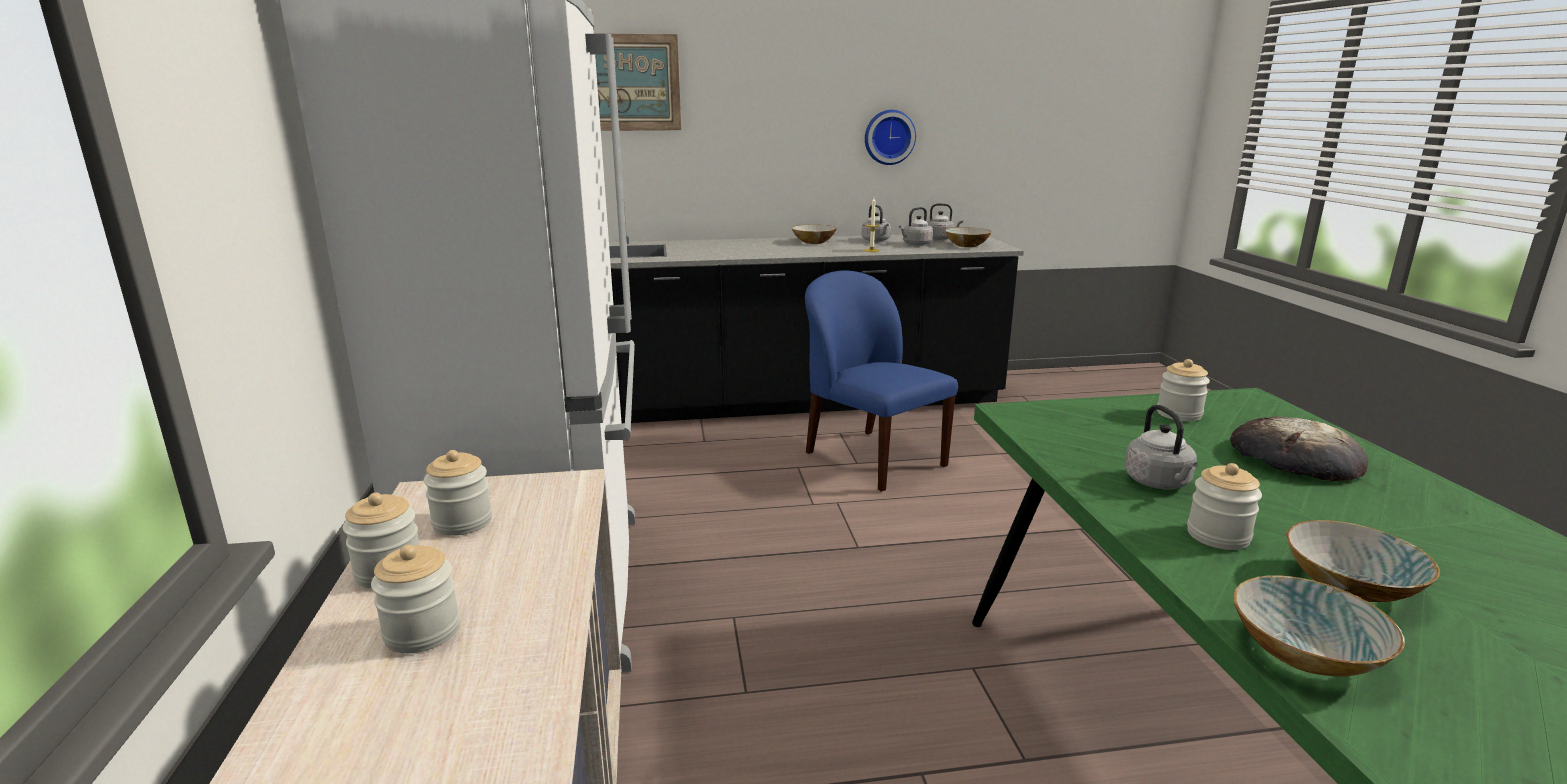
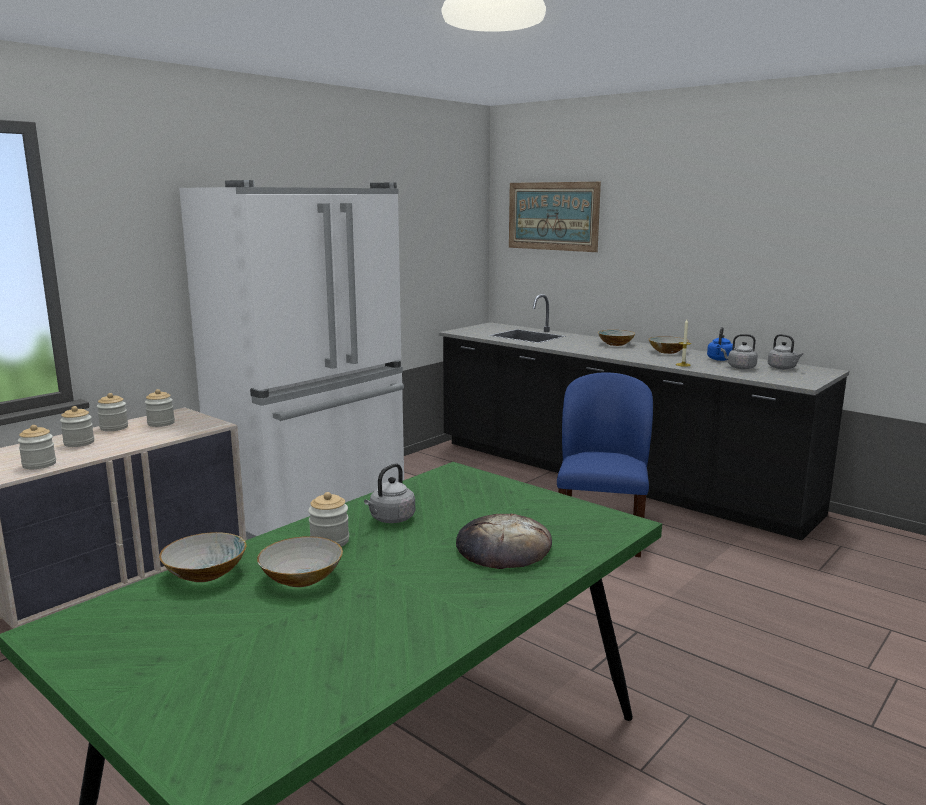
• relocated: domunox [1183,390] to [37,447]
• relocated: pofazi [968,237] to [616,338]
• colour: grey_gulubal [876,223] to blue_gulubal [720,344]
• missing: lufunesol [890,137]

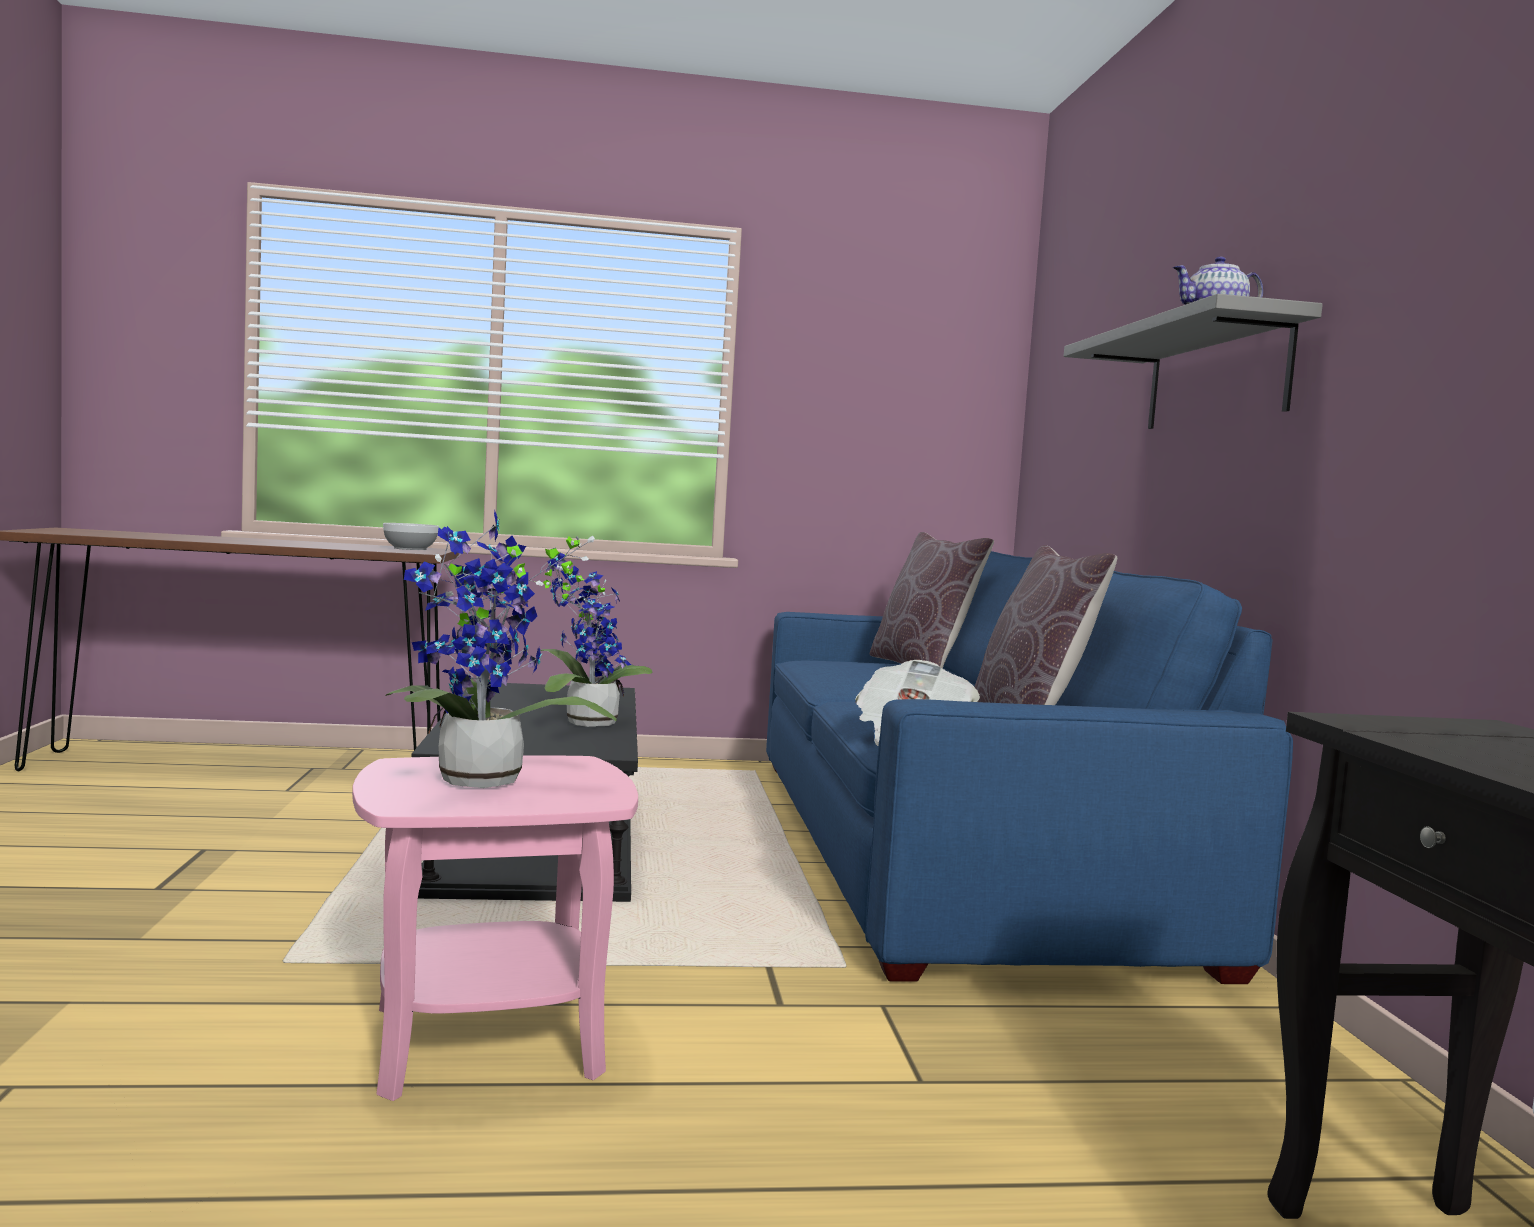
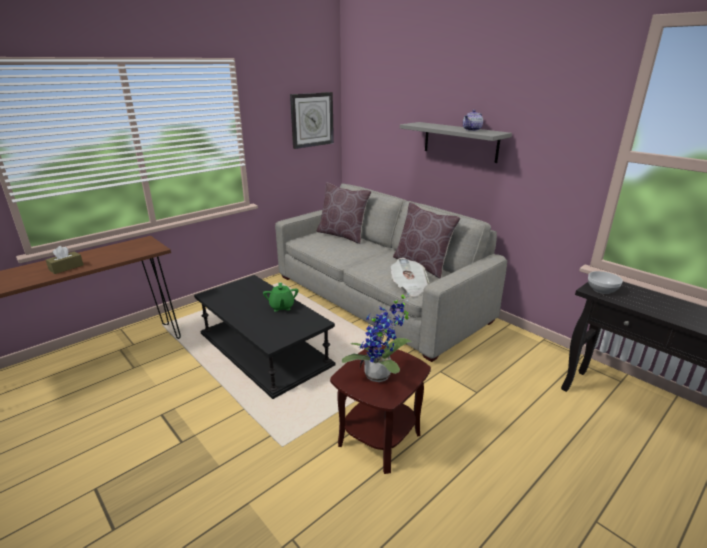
• appeared: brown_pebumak [65,260]
• exchanged: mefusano [596,637] to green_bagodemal [281,297]
• colour: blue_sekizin [1029,767] to grey_sekizin [391,273]
• appeared: lufunesol [312,120]
• colour: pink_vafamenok [495,928] to brown_vafamenok [380,409]
• relocated: pofazi [411,536] to [605,282]

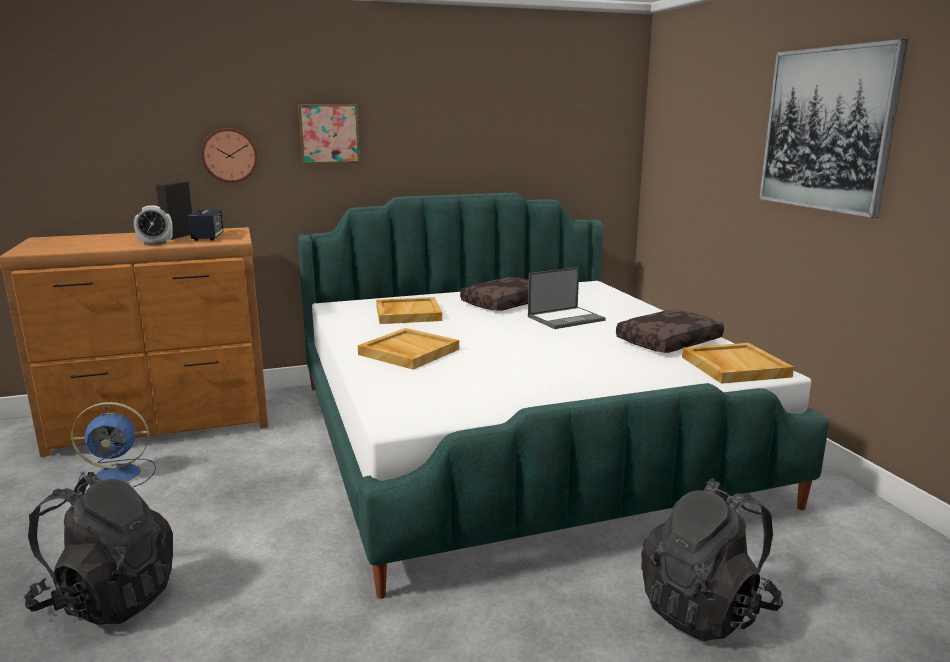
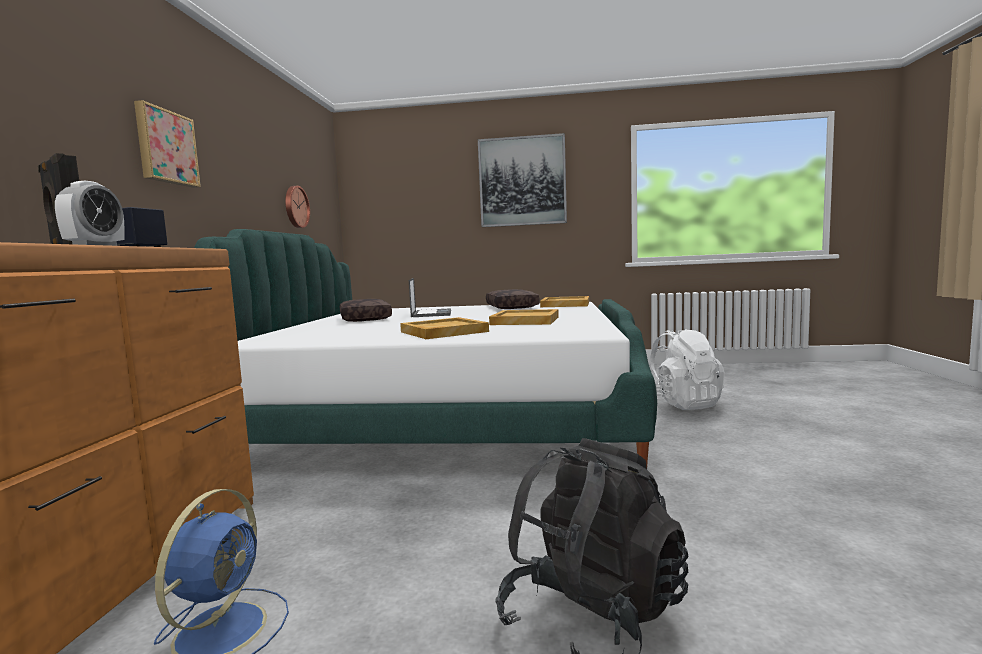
• relocated: lufunesol [229,155] to [297,207]
• relocated: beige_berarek [409,310] to [524,317]
• colour: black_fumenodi [712,560] to white_fumenodi [687,369]

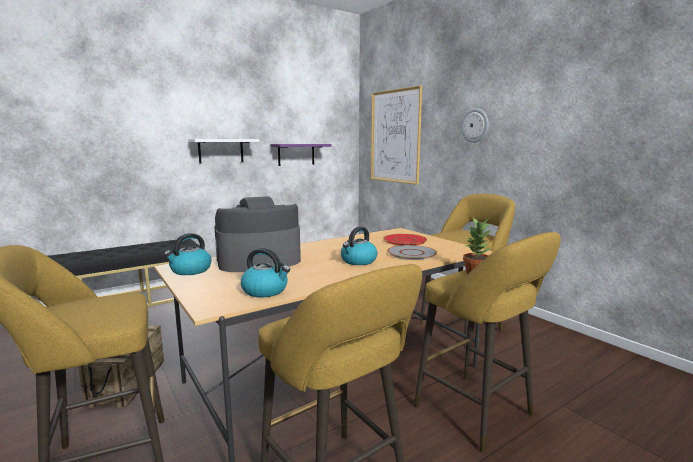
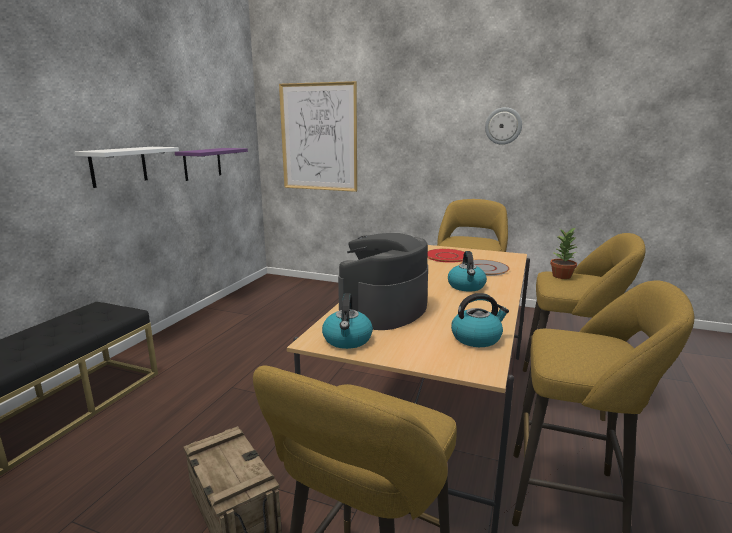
• relocated: lufunesol [474,125] to [503,126]

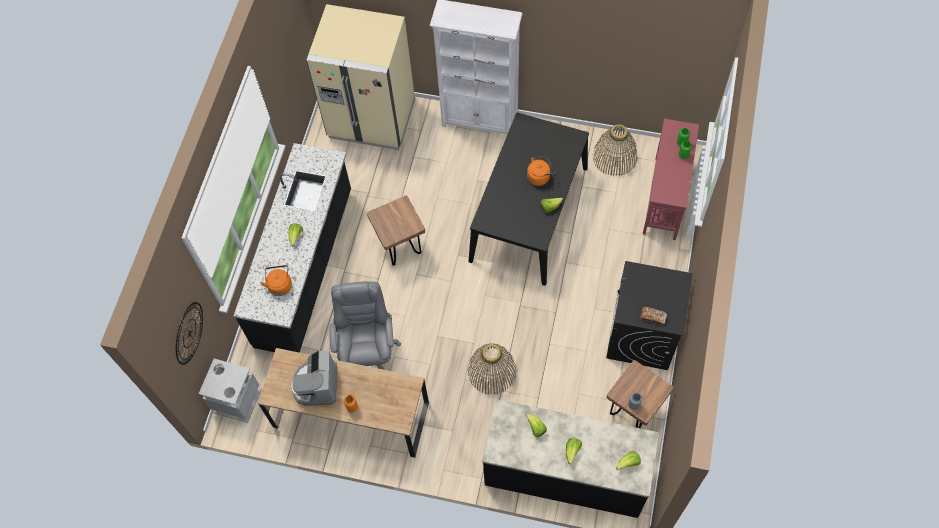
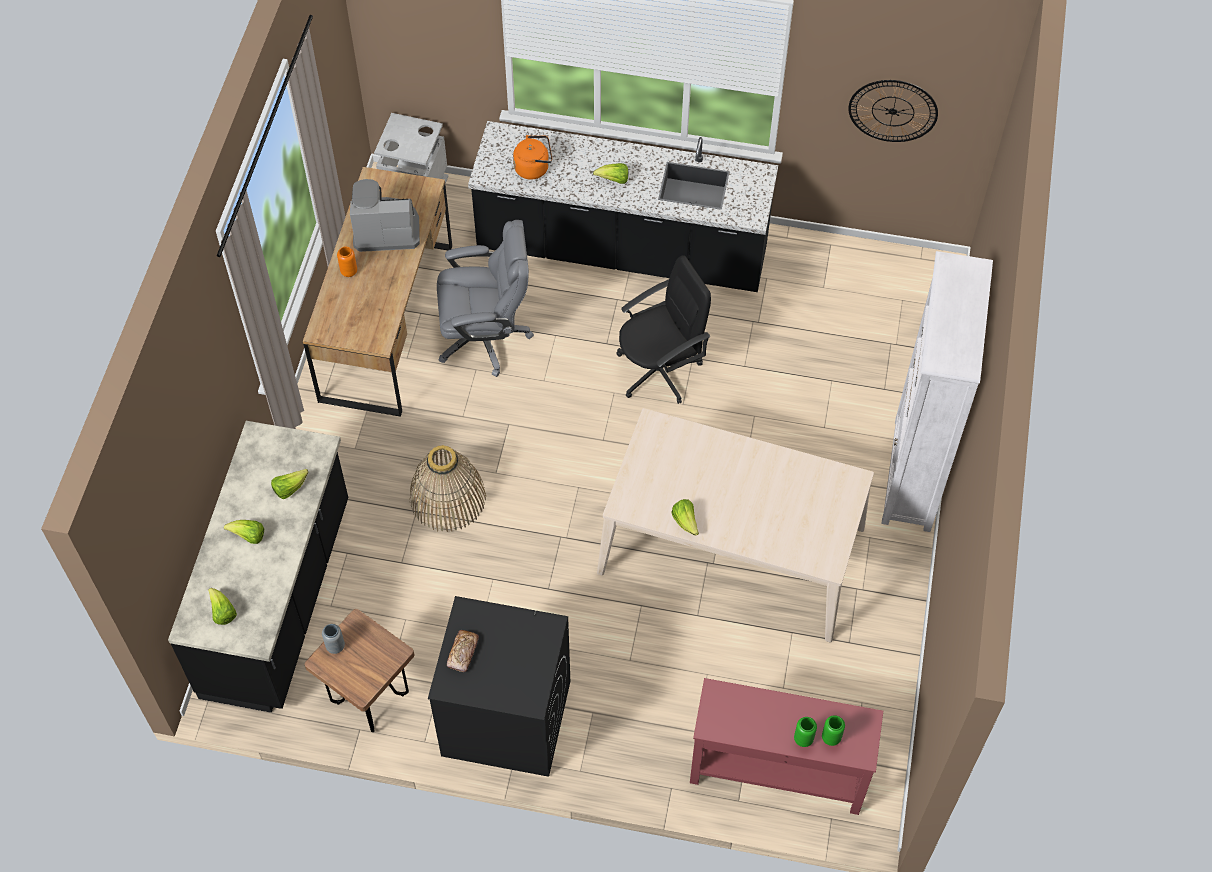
• colour: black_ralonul [528,199] to beige_ralonul [735,525]
• exchanged: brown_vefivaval [396,231] to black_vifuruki [663,329]
• relocated: lufunesol [189,333] to [893,111]
• missing: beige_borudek [360,77]
• missing: orange_gulubal [541,171]
• missing: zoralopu [615,150]

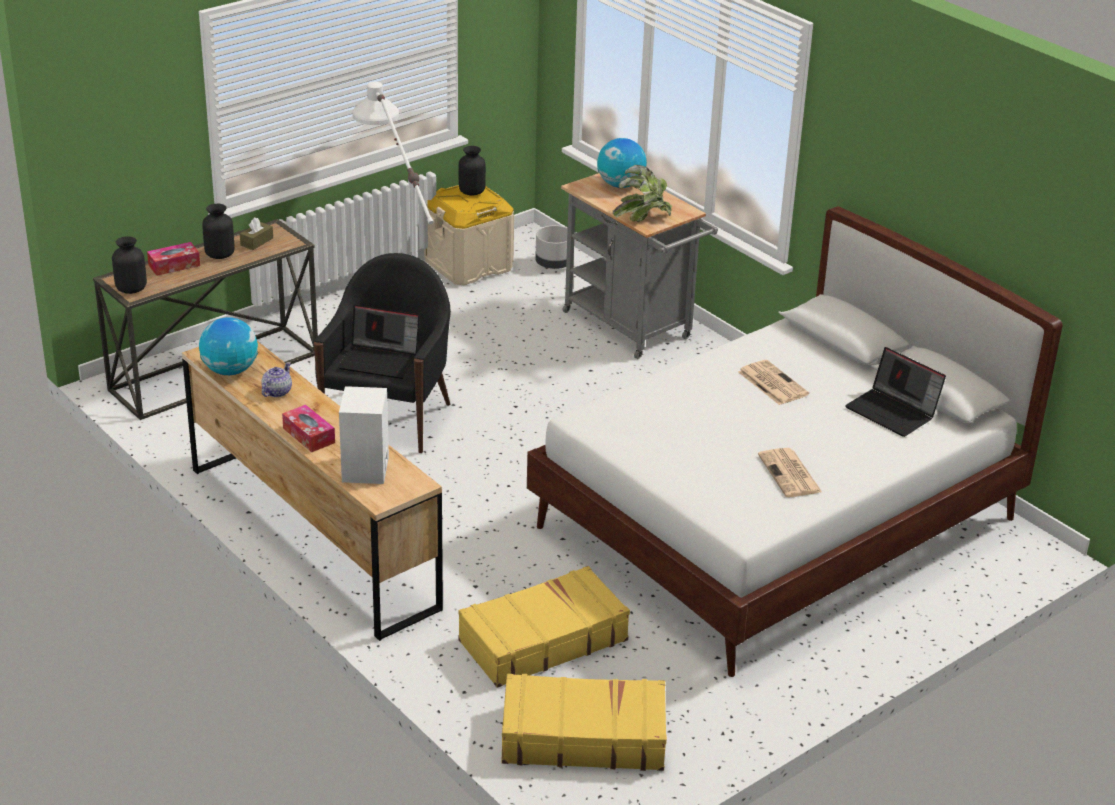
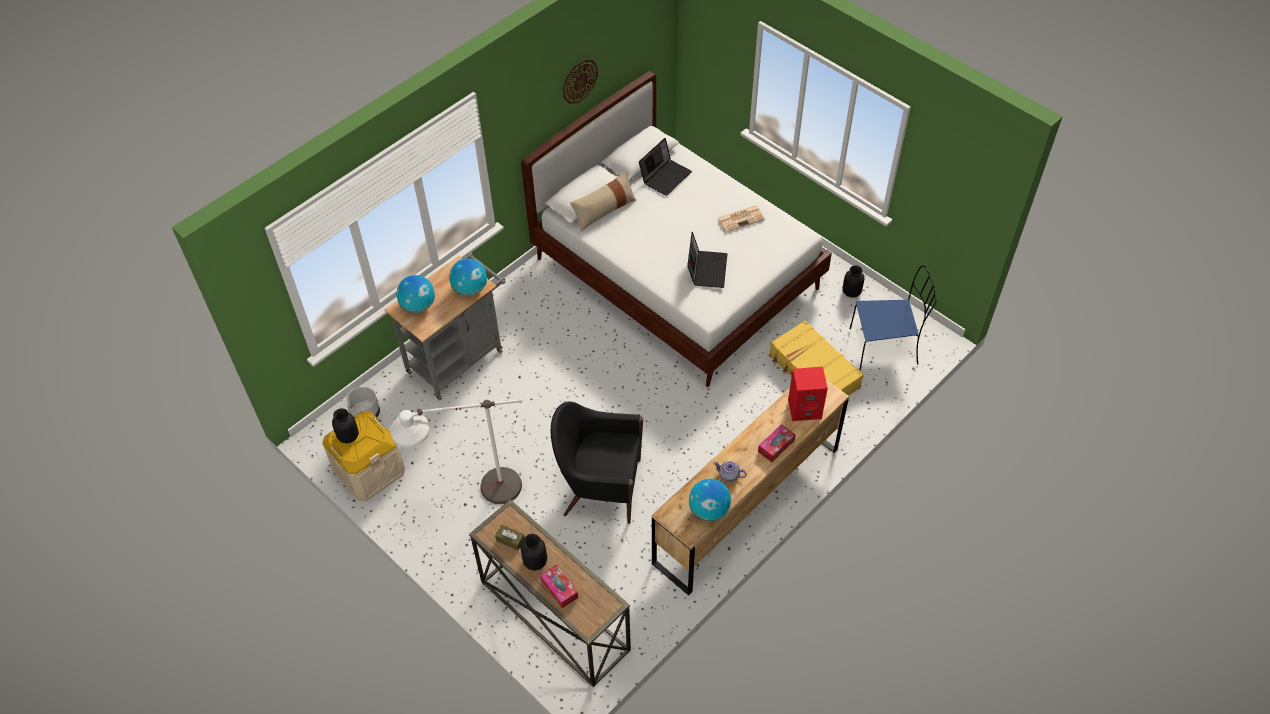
• exchanged: mefusano [642,193] to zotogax [468,277]
• appeared: lufunesol [580,81]
• appeared: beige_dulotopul [603,201]
• relocated: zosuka [379,342] to [707,260]
• colour: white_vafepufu [364,435] to red_vafepufu [808,393]
• relocated: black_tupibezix [129,265] to [853,281]
• exchanged: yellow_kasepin [584,722] to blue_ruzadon [893,318]
• missing: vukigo [773,382]

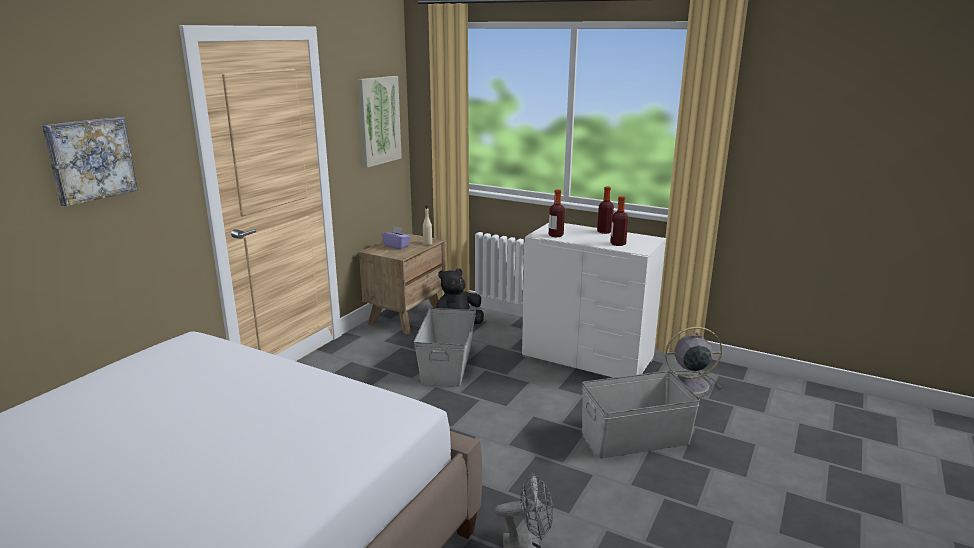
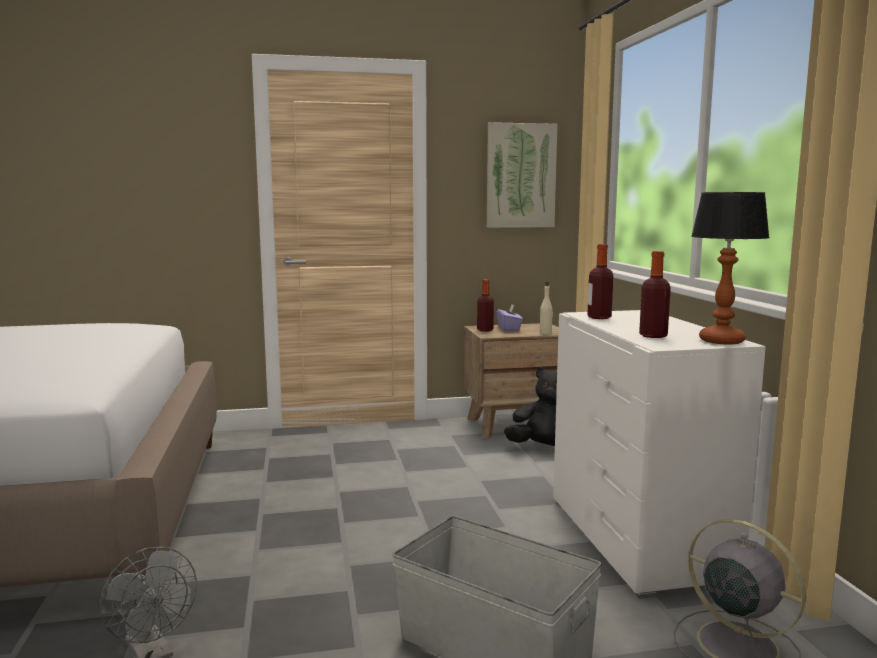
• relocated: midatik [605,210] to [485,305]
• appeared: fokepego [730,268]
• missing: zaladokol [90,161]
• missing: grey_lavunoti [445,347]

